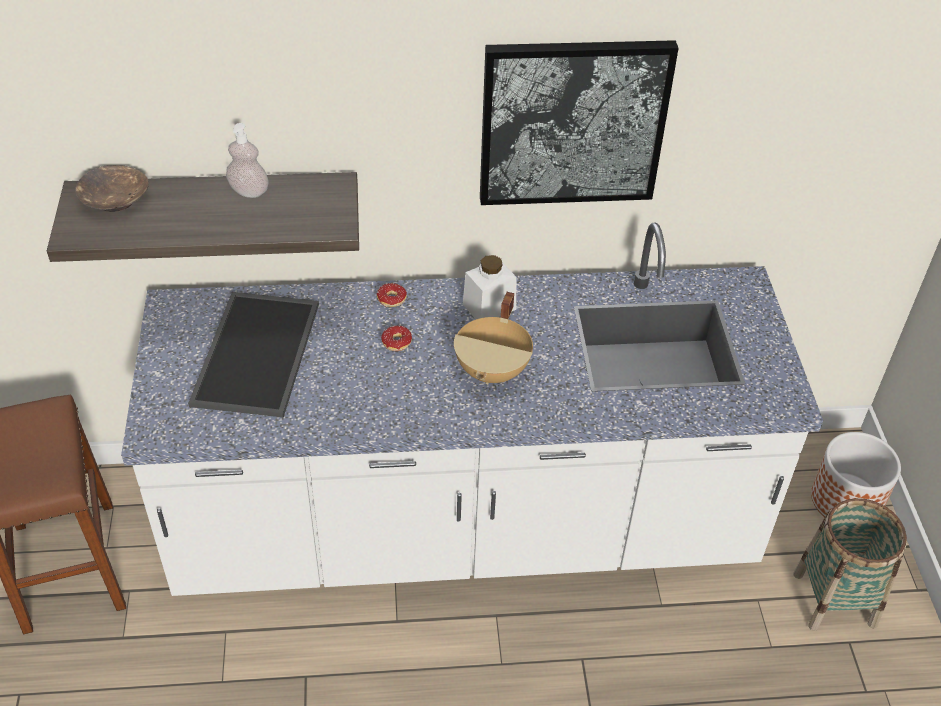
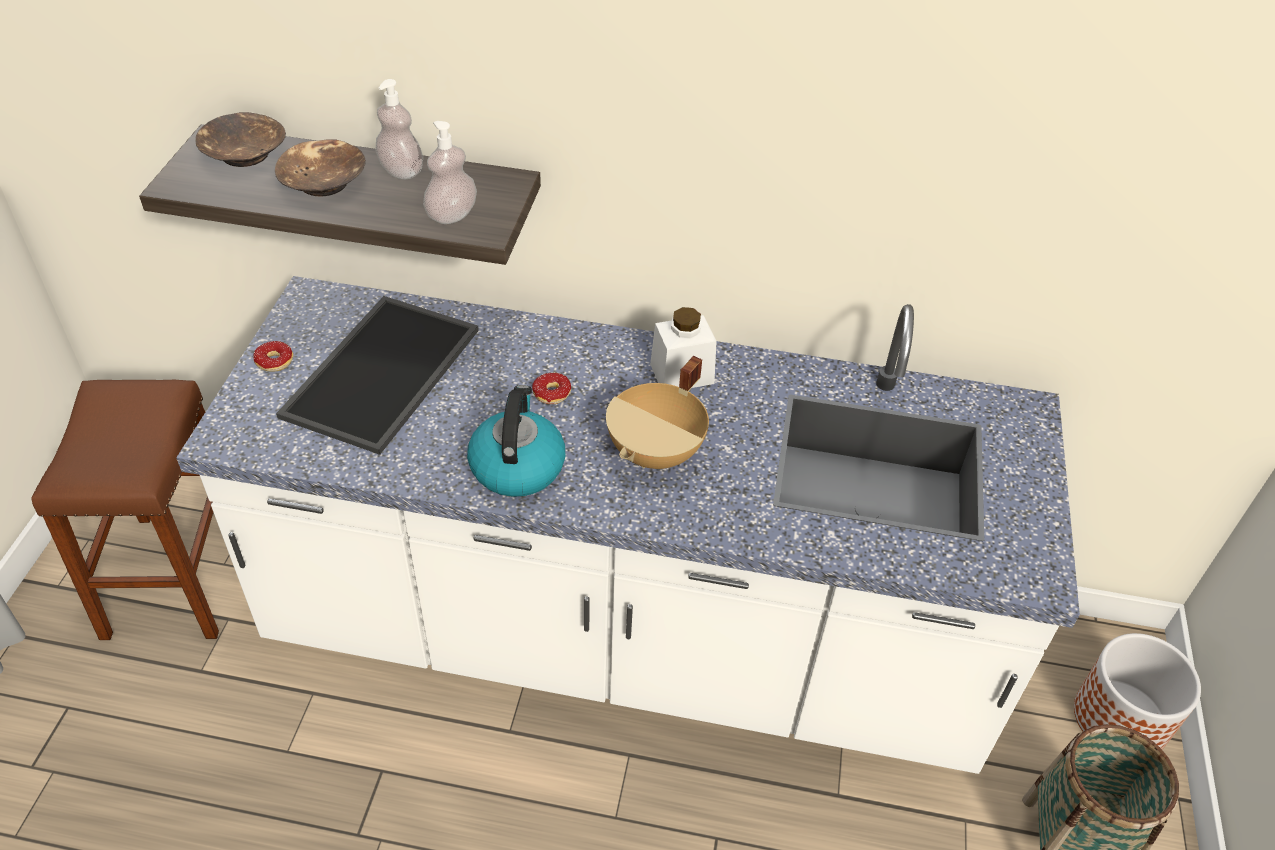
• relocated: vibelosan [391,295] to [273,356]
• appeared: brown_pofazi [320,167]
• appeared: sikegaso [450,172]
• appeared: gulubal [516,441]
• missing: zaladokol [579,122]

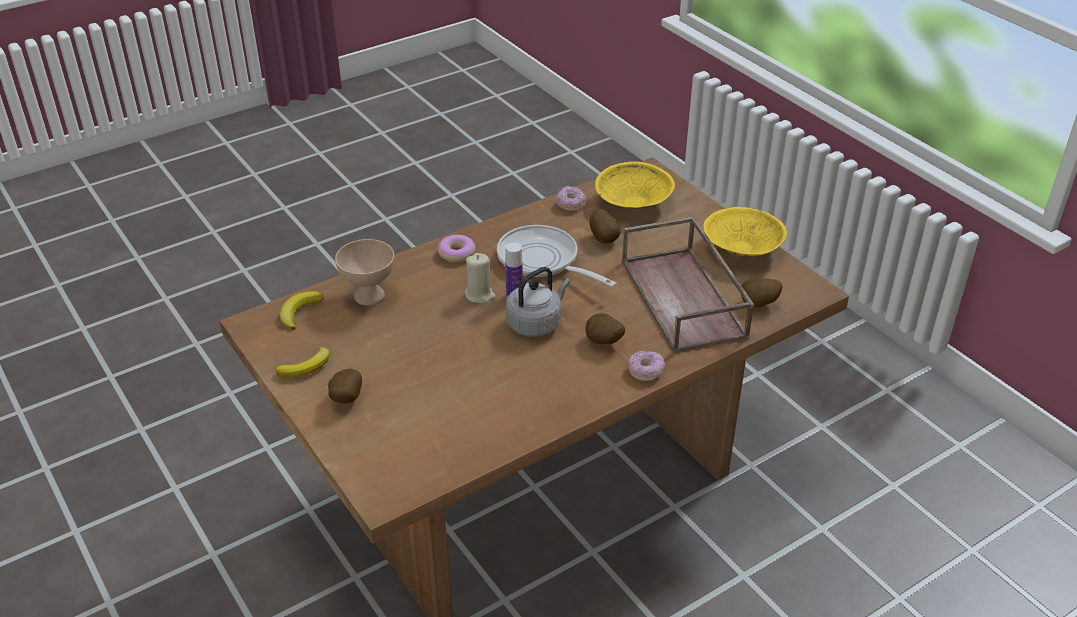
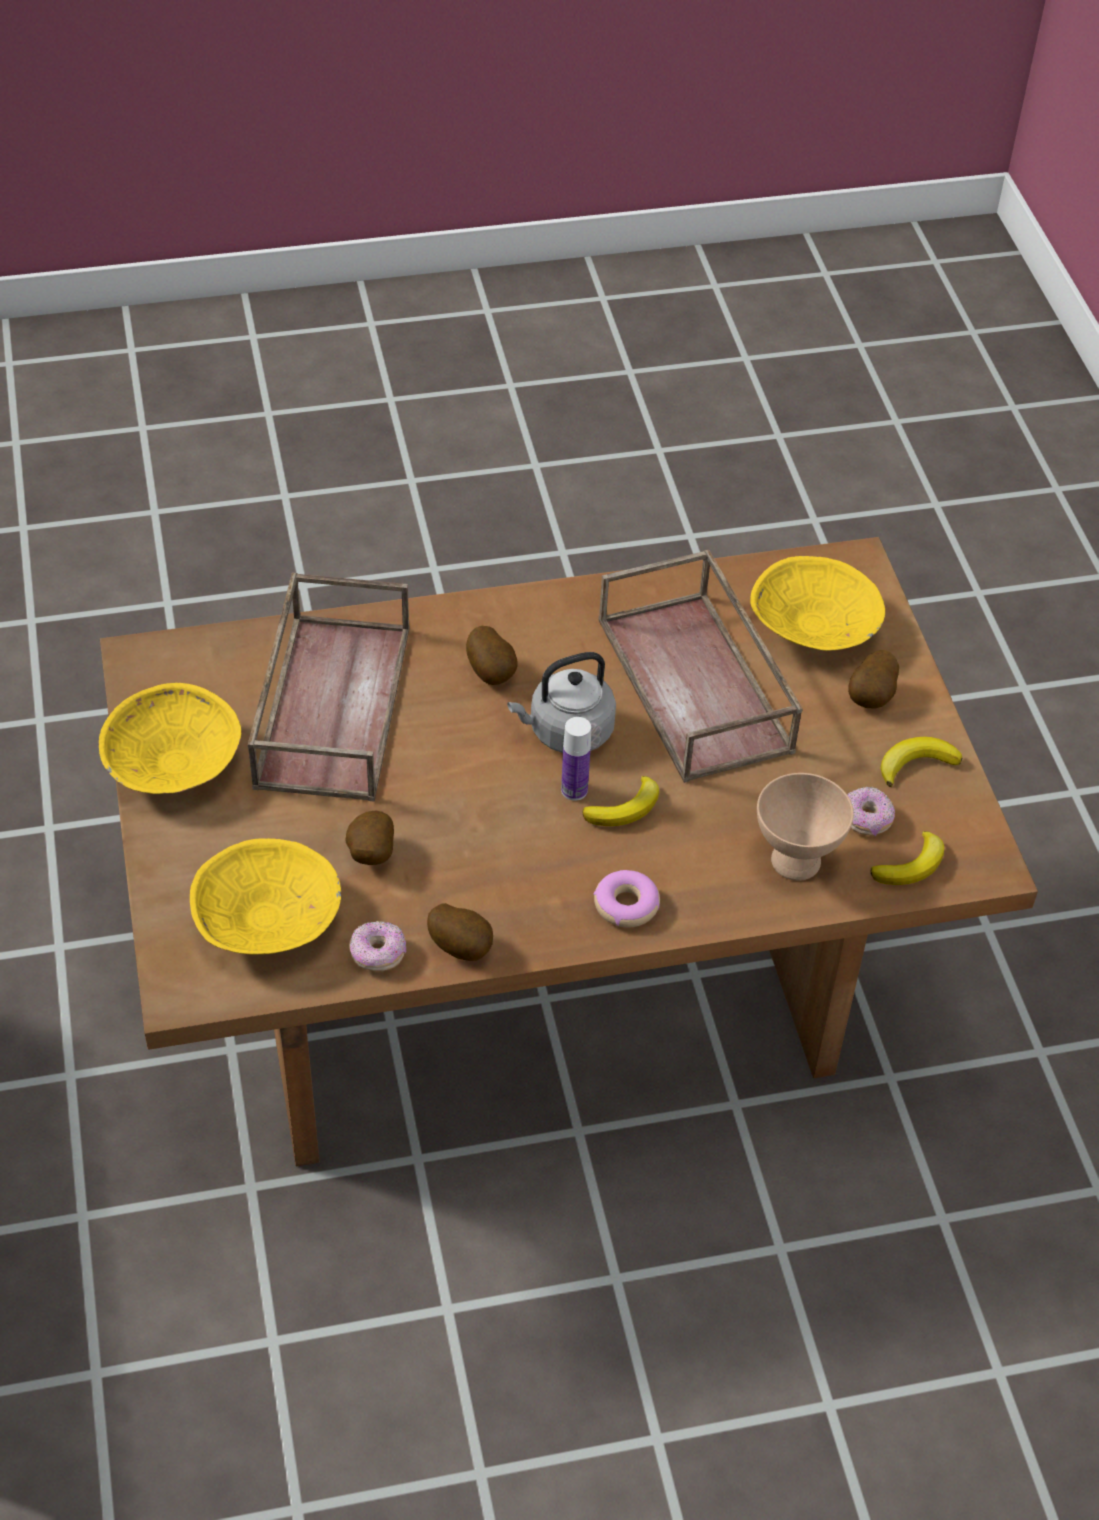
• relocated: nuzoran [761,292] to [460,932]
• exchanged: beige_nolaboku [480,278] to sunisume [620,801]
• appeared: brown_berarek [700,666]
• appeared: yellow_pofazi [817,603]
• relocated: vibelosan [646,366] to [871,811]
• missing: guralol [557,256]

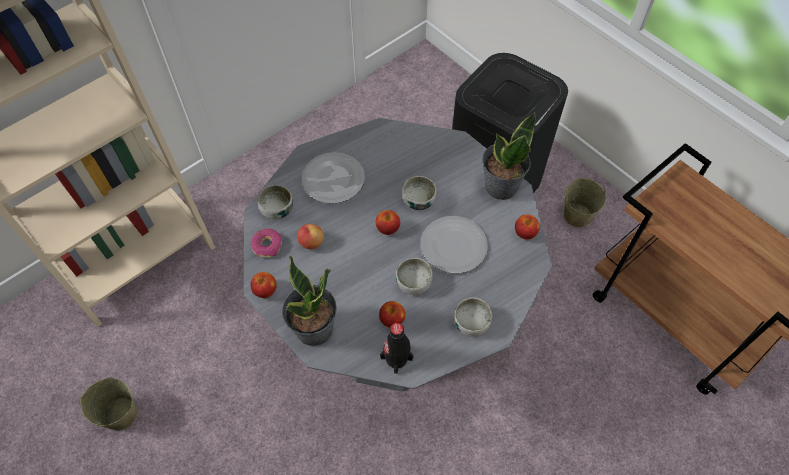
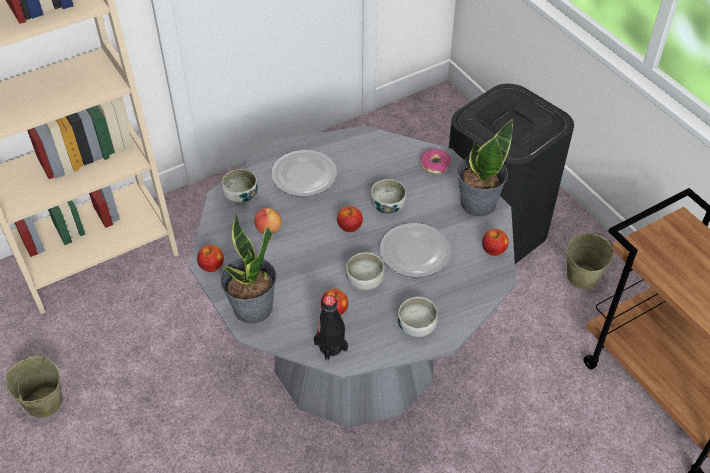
• relocated: vibelosan [266,243] to [435,161]

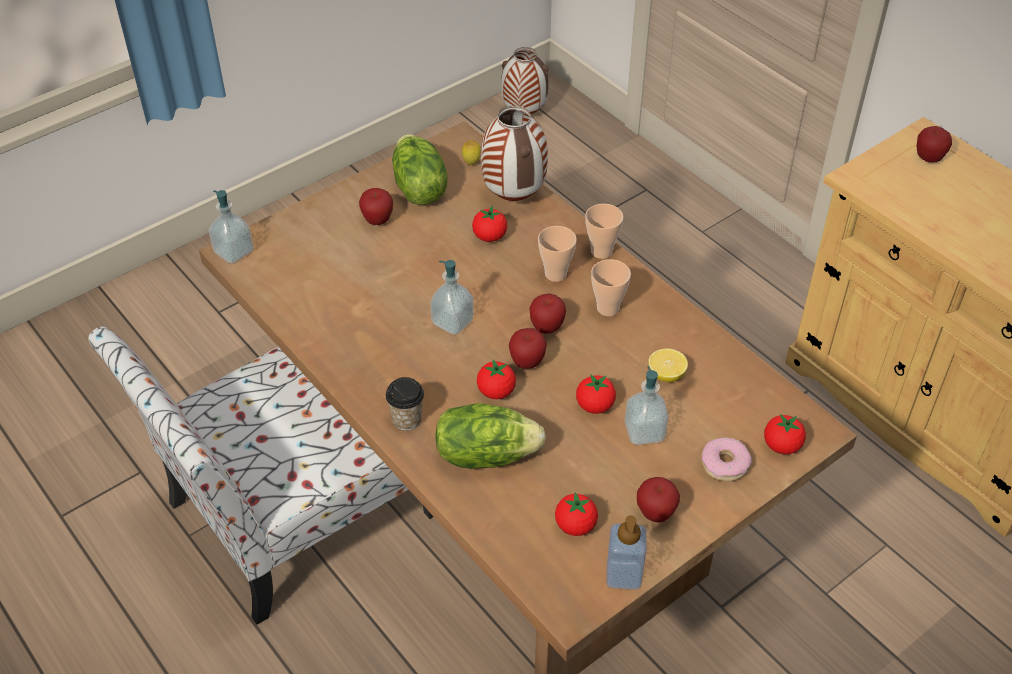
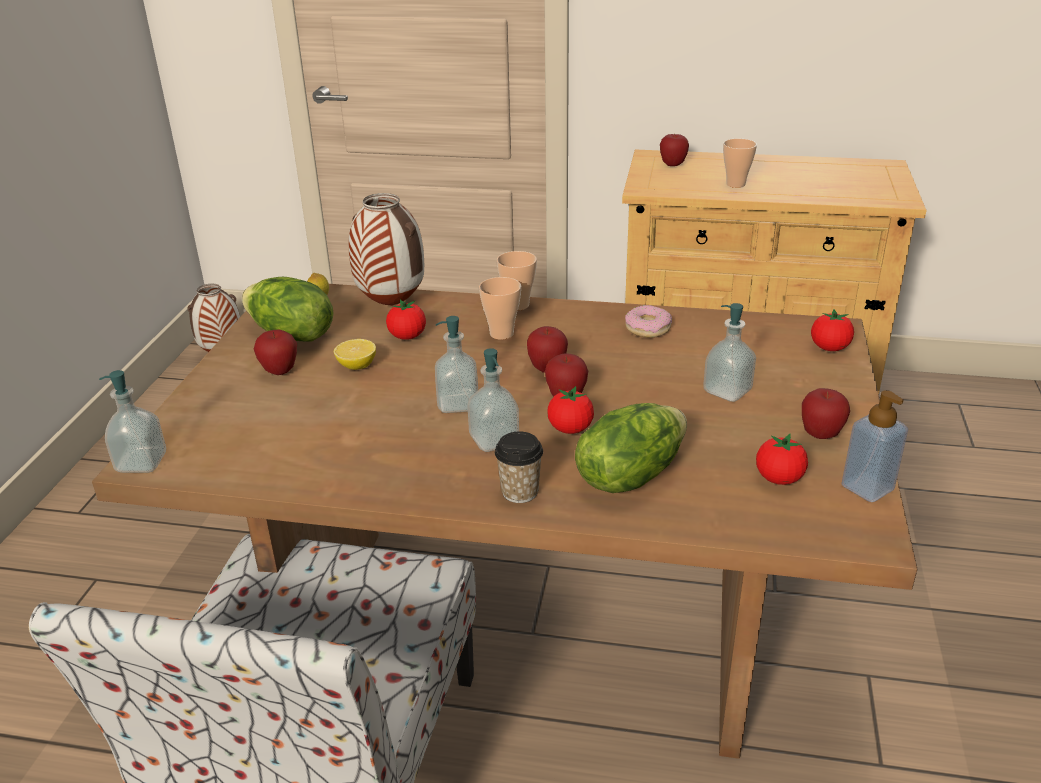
• relocated: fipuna [668,366] to [355,354]
• appeared: sikegaso [493,400]
• relocated: vibelosan [727,459] to [648,321]
• relocated: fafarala [611,287] to [740,163]
• missing: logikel [596,394]

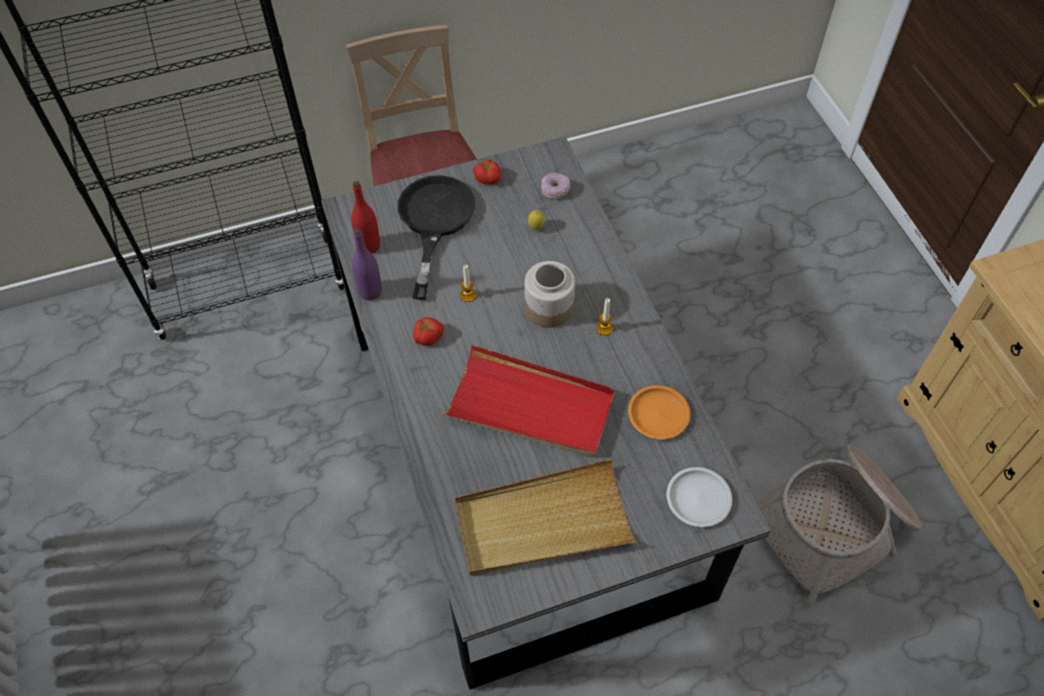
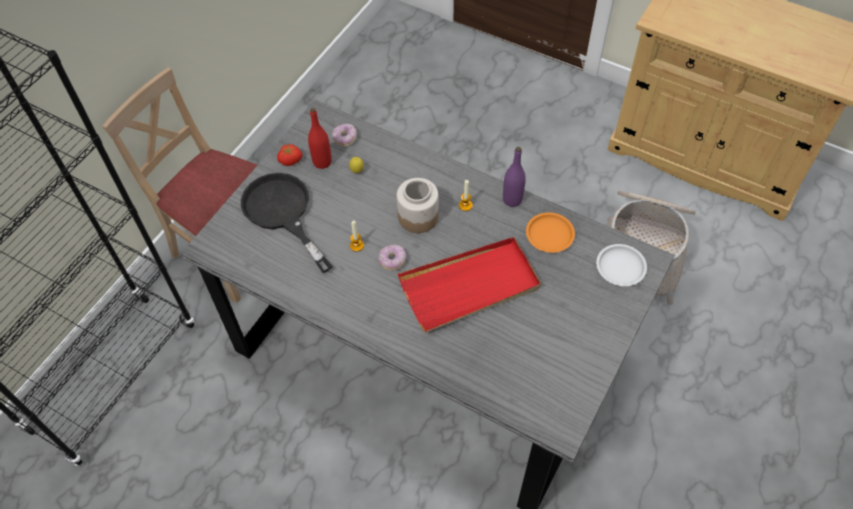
• relocated: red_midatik [365,217] to [320,138]
• appeared: vibelosan [392,258]
• relocated: purple_midatik [367,264] to [514,177]
• missing: logikel [428,331]
• missing: beige_berarek [545,517]

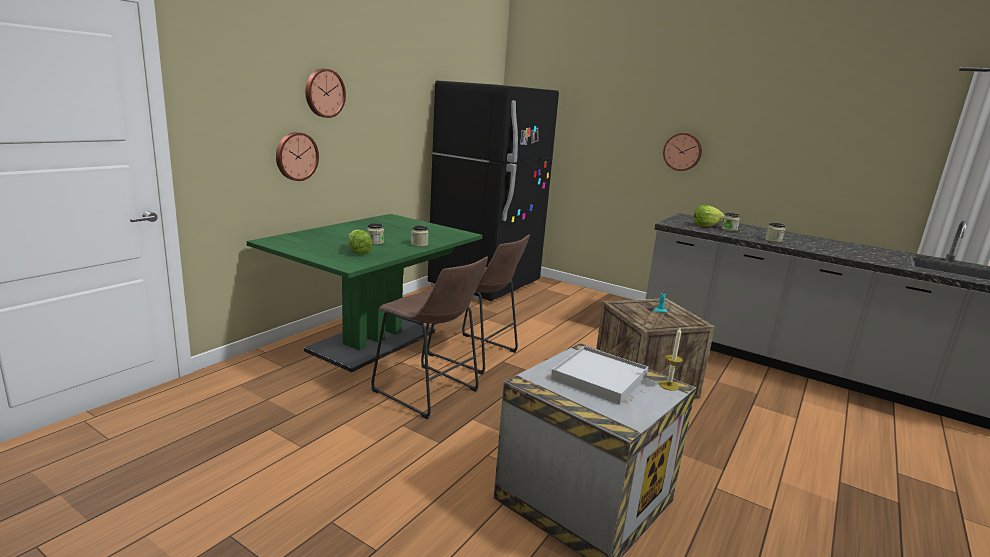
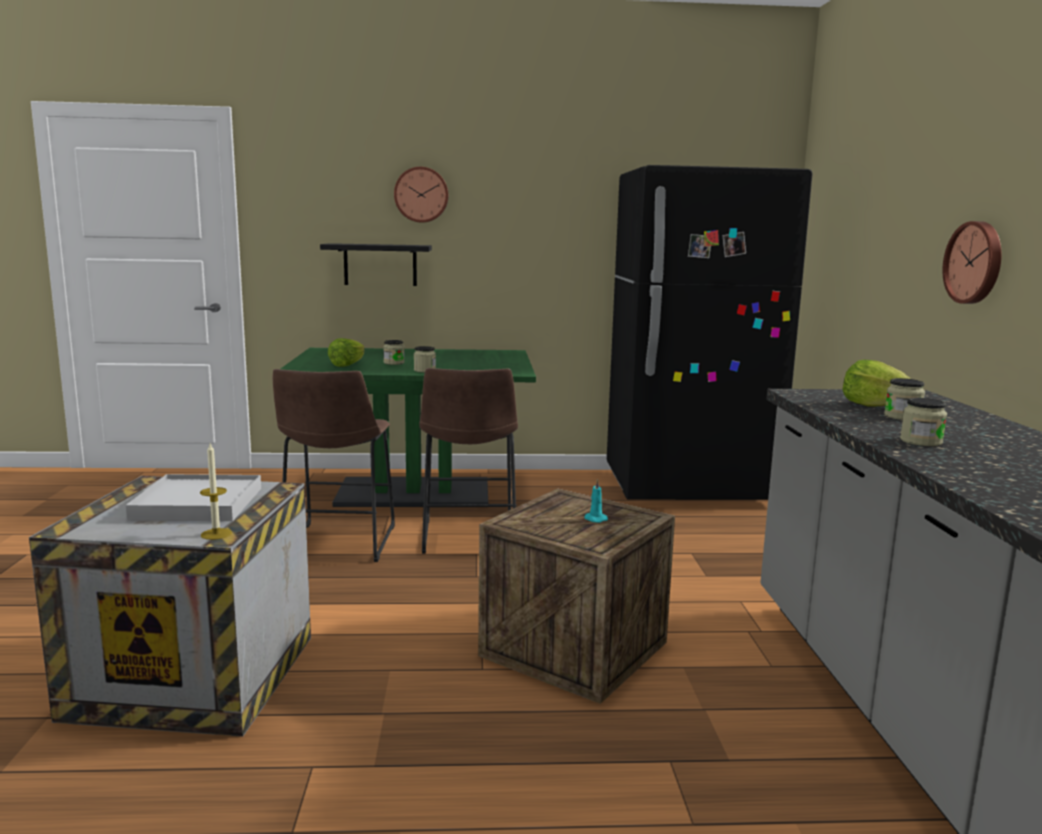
• exchanged: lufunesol [297,156] to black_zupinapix [376,264]

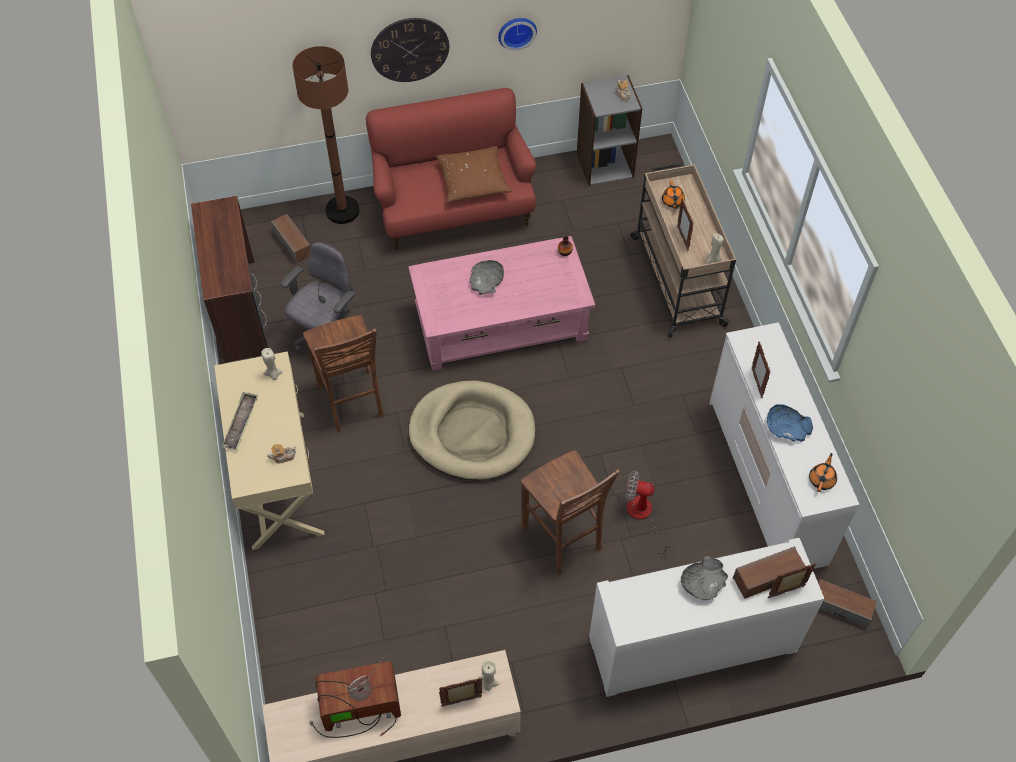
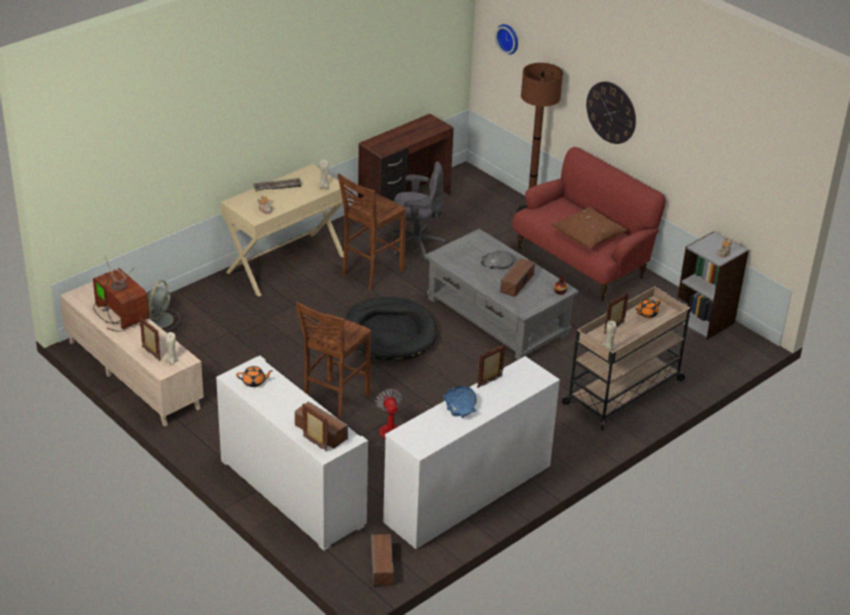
• appeared: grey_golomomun [163,305]
• relocated: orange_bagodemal [823,472] to [254,376]
• colour: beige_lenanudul [472,430] to black_lenanudul [391,329]
• colour: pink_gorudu [501,303] to grey_gorudu [502,294]
• relocated: lufunesol [517,34] to [506,39]
• relocated: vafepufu [291,239] to [517,277]
• missing: grey_pofazi [704,578]

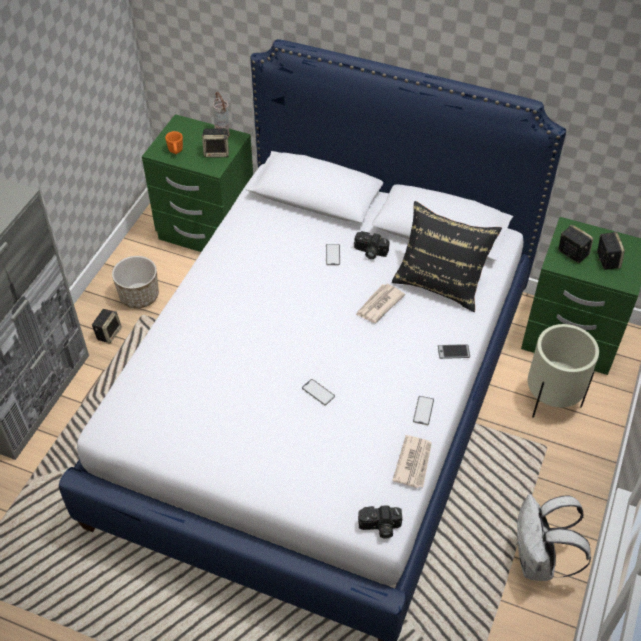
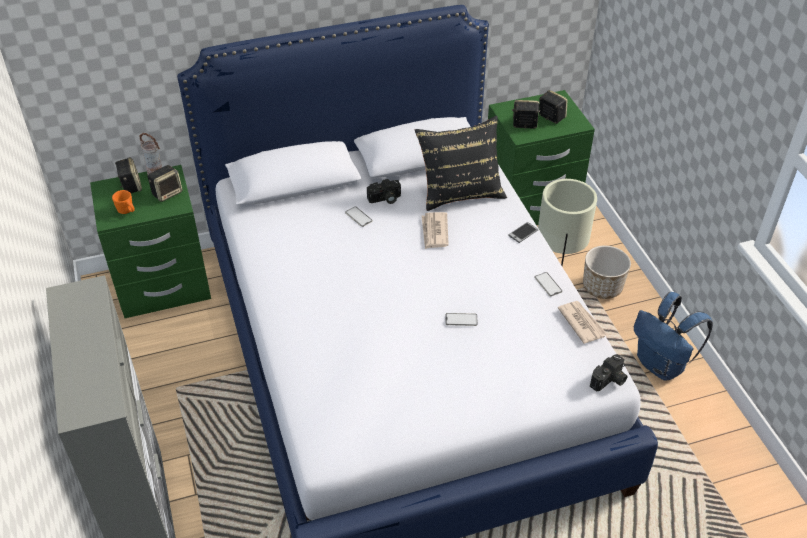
• relocated: vafepufu [107,326] to [128,175]
• relocated: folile [135,282] to [607,272]
• colour: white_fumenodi [554,537] to blue_fumenodi [673,336]

